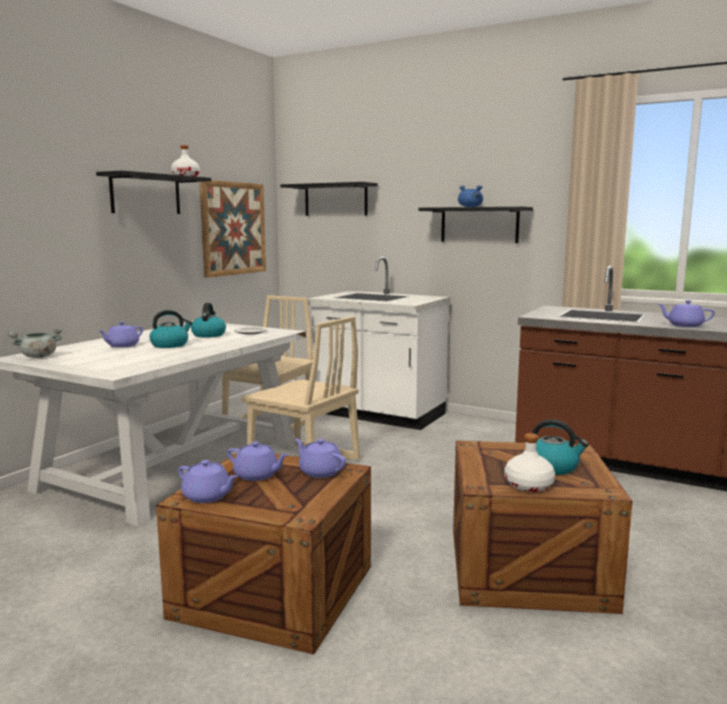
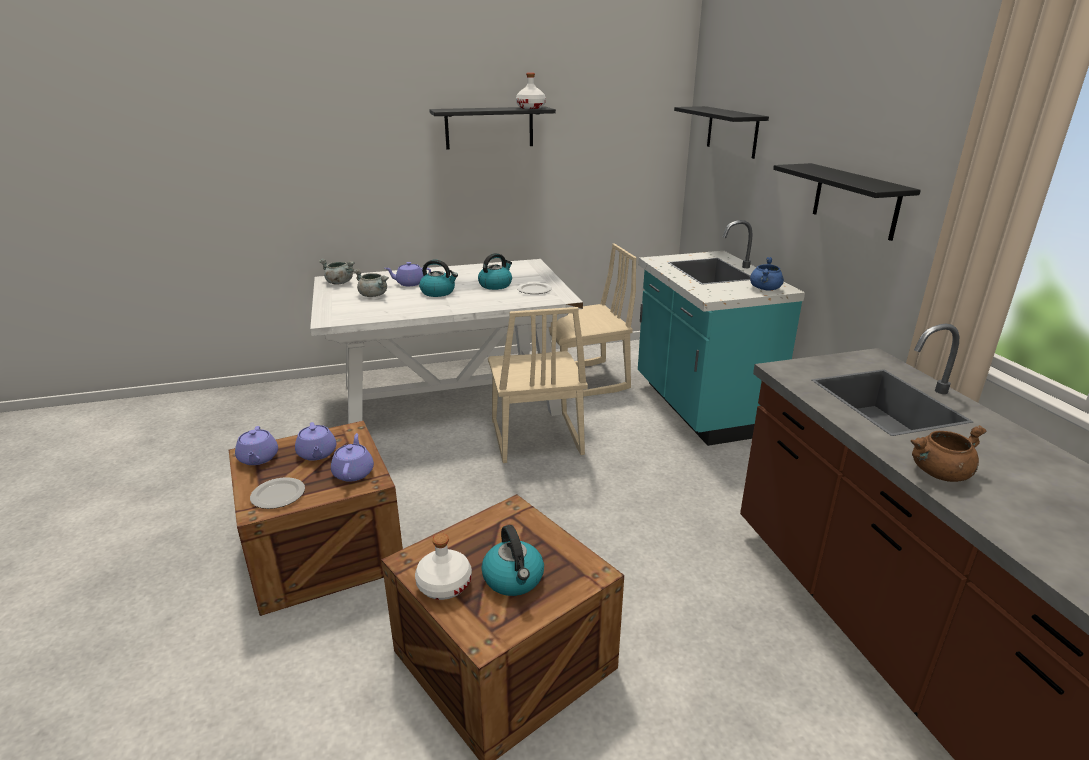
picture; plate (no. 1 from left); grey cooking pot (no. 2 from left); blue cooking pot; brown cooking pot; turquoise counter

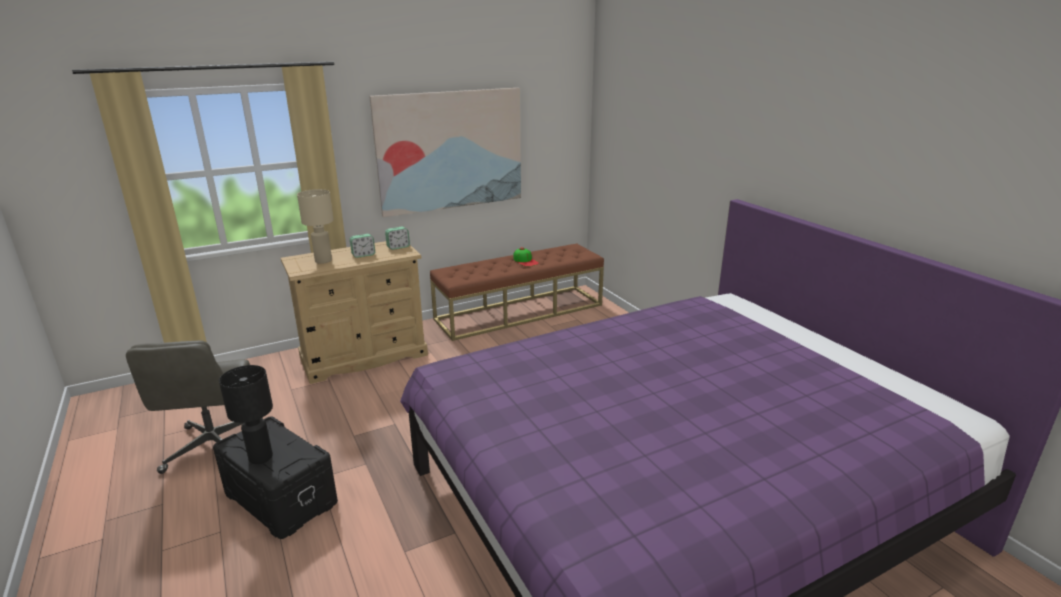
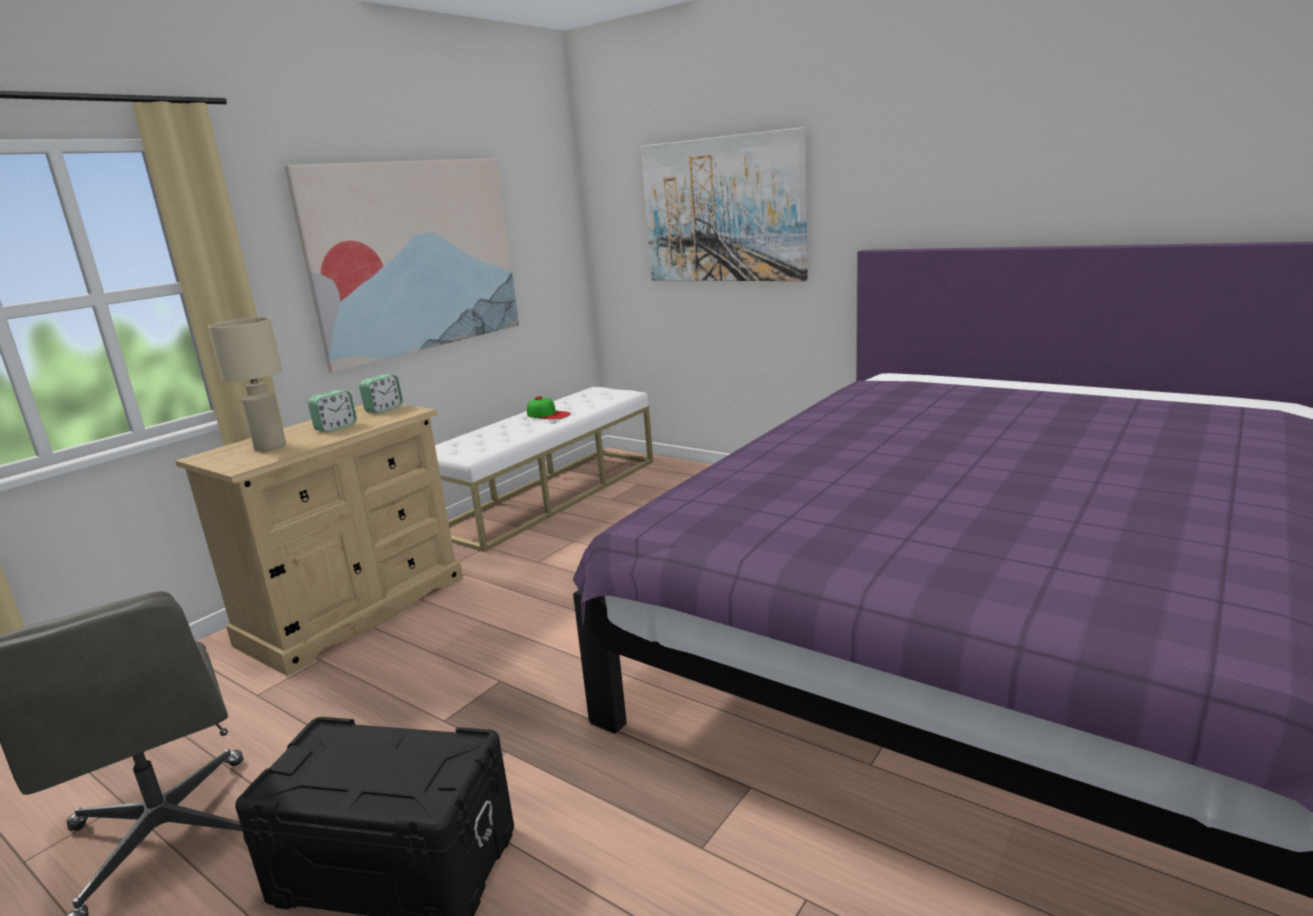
black table lamp; picture (no. 2 from left); white bench

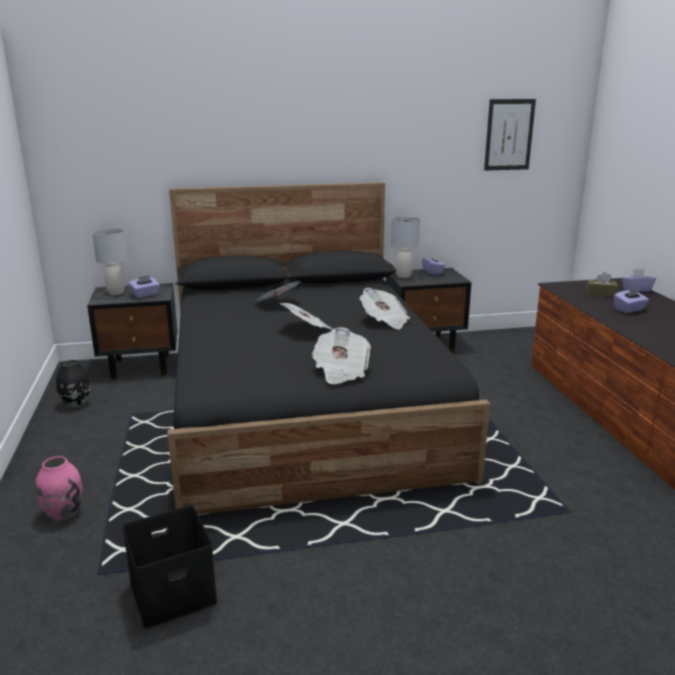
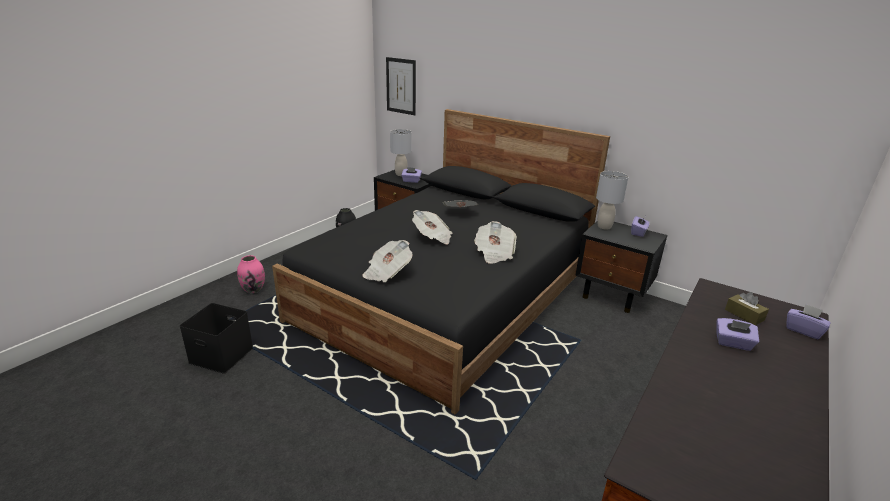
picture

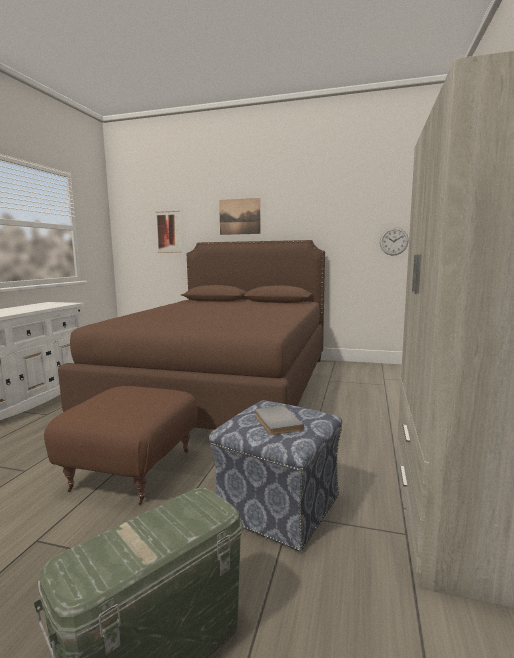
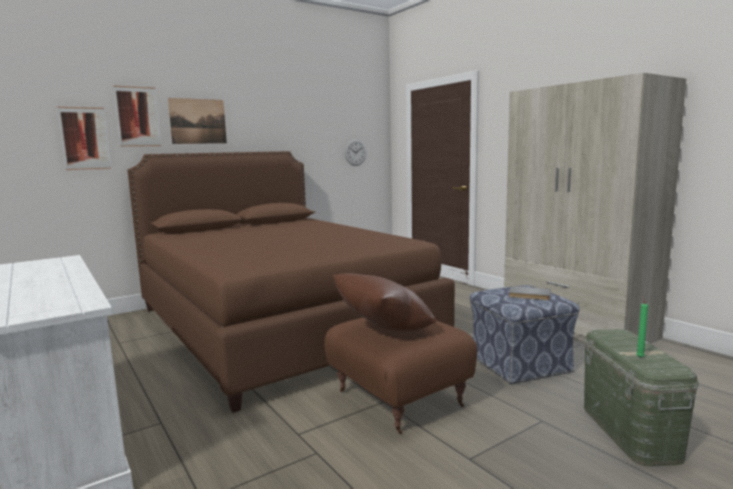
picture (no. 2 from left); brown pillow; green candle

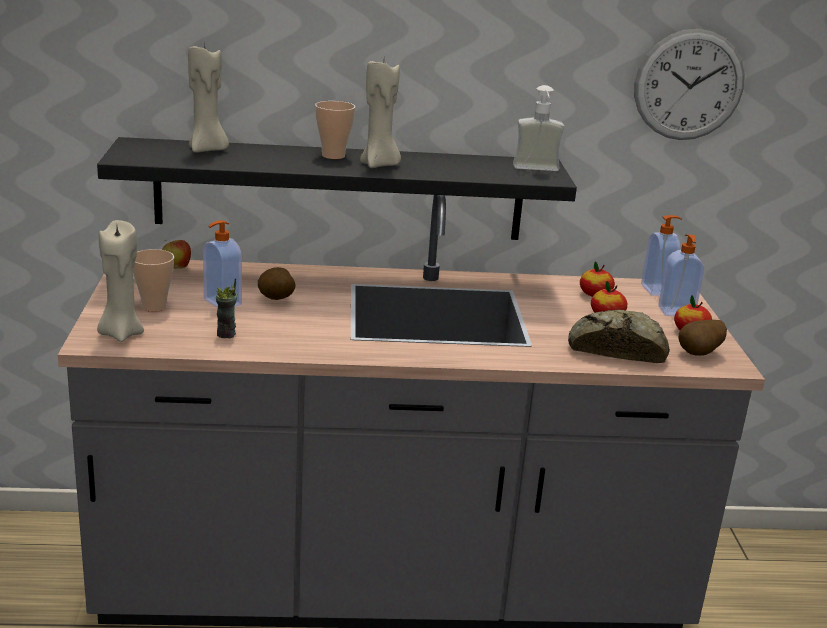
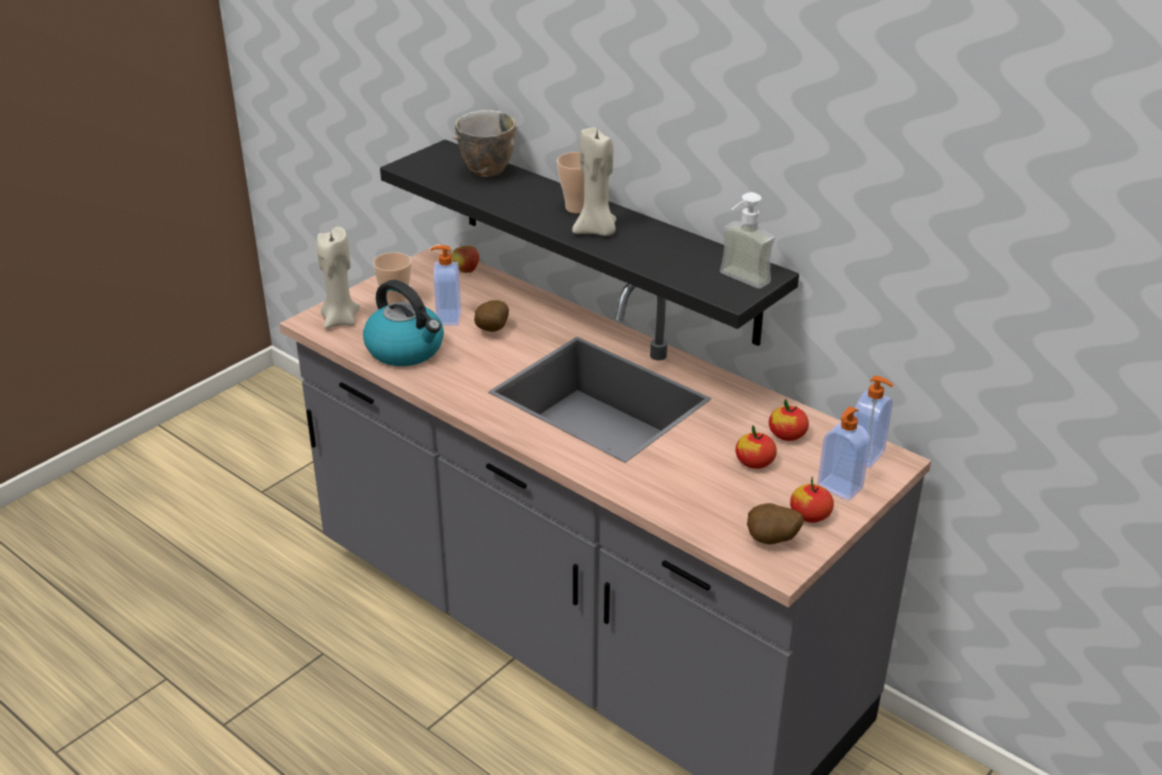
bread; wall clock; bowl; kettle

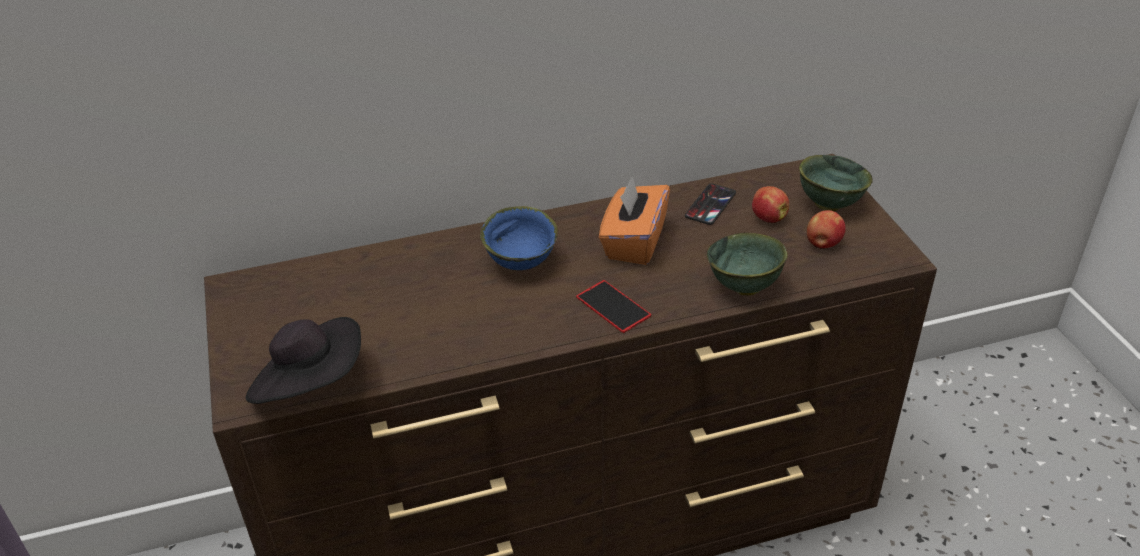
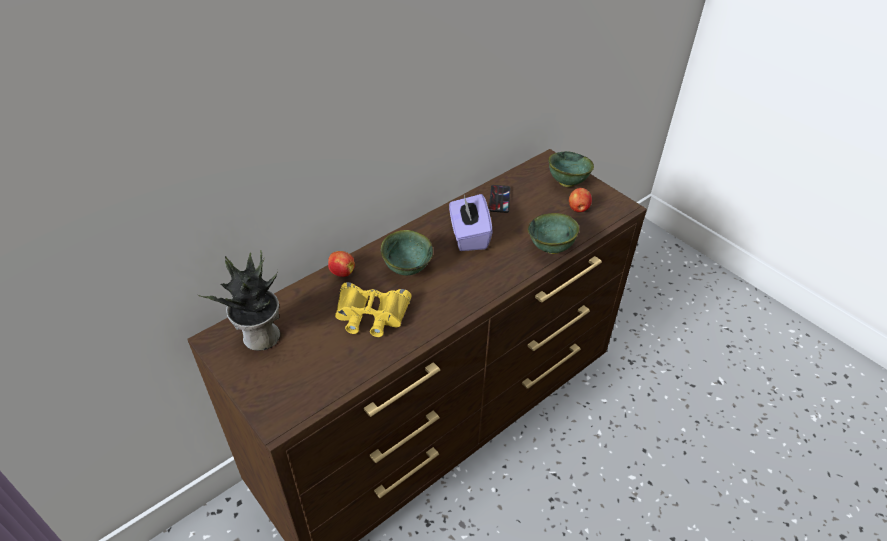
black hat; phone (no. 1 from left in the first image); potted plant; yellow binoculars; apple (no. 1 from left); green bowl (no. 1 from left); purple tissue box

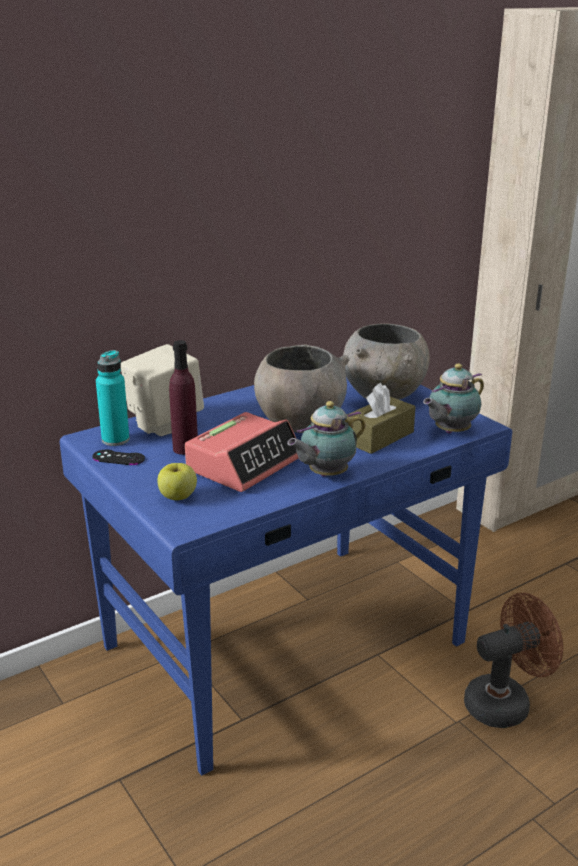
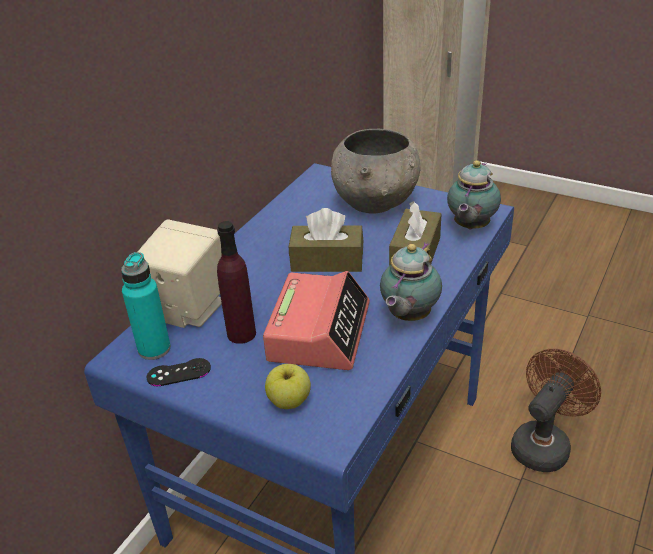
brown tissue box (no. 1 from left)

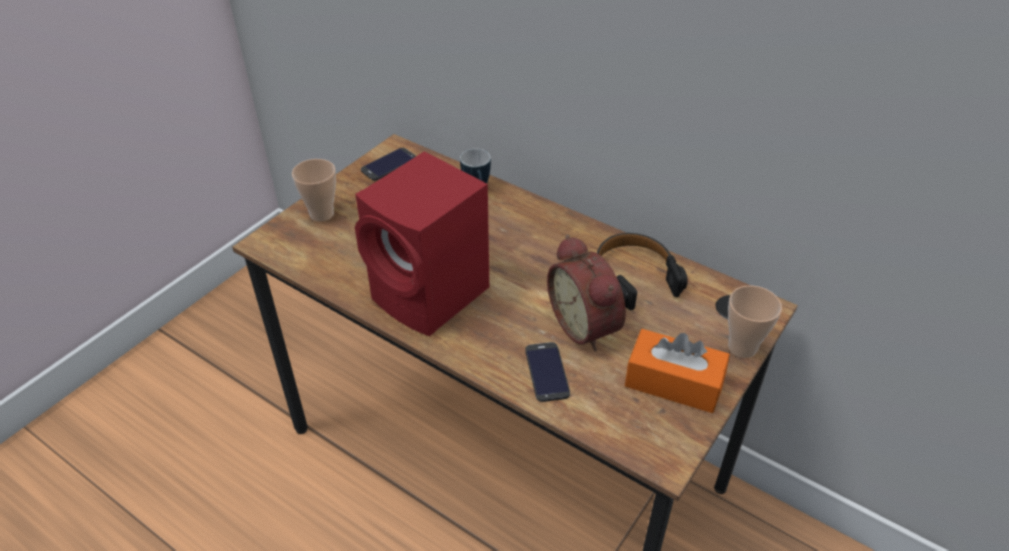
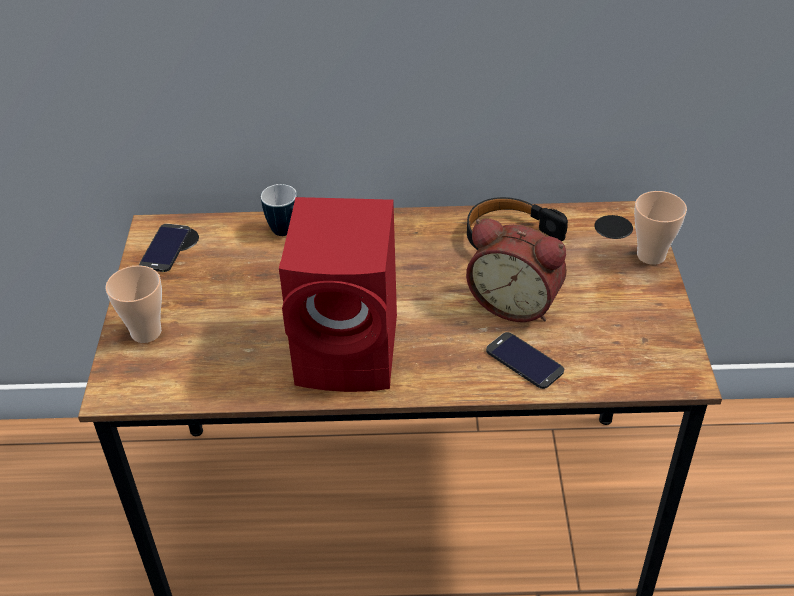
orange tissue box

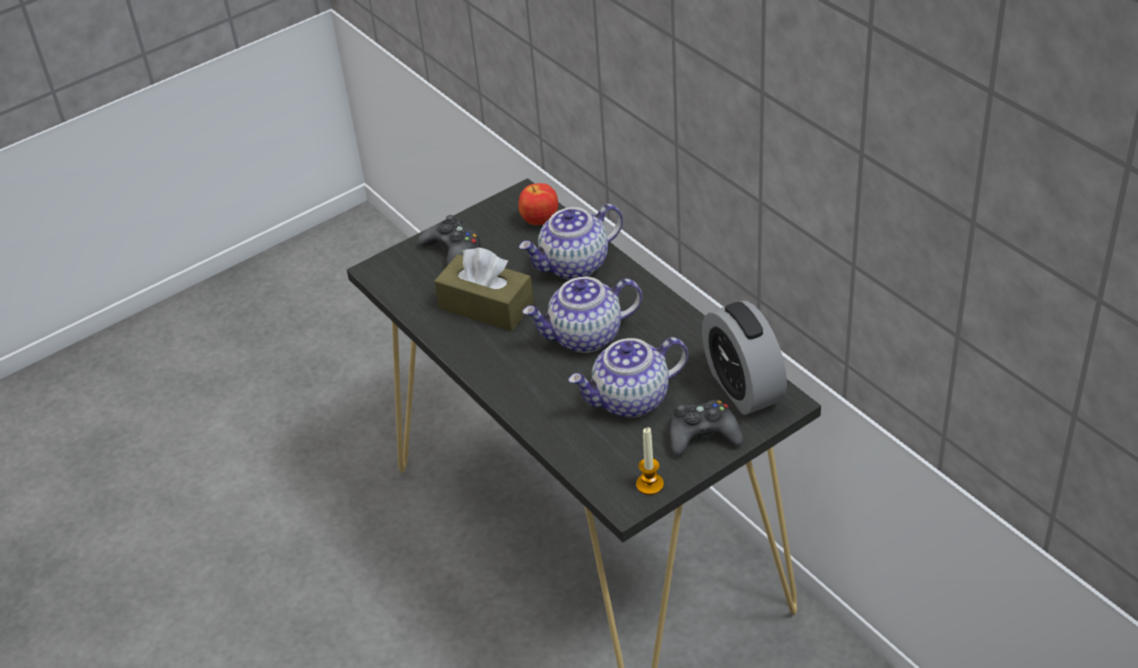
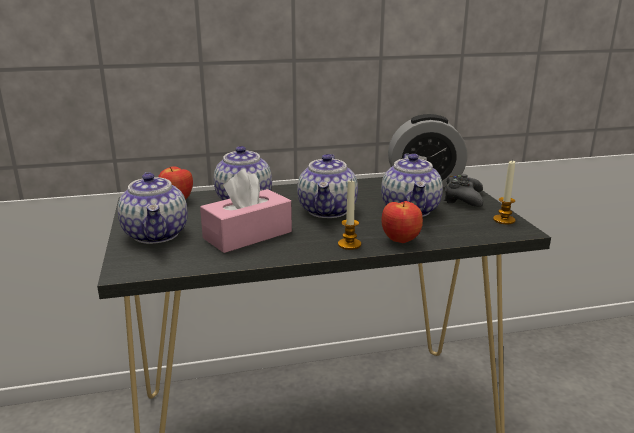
candle (no. 1 from left); apple (no. 2 from left); teapot (no. 1 from left); pink tissue box

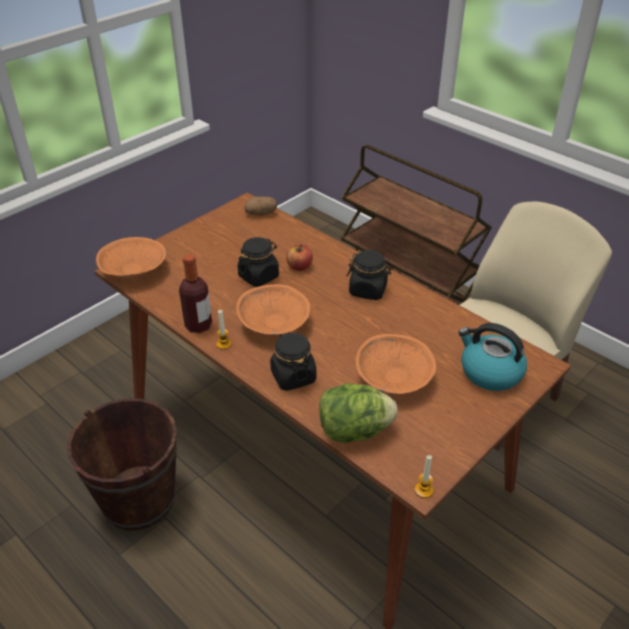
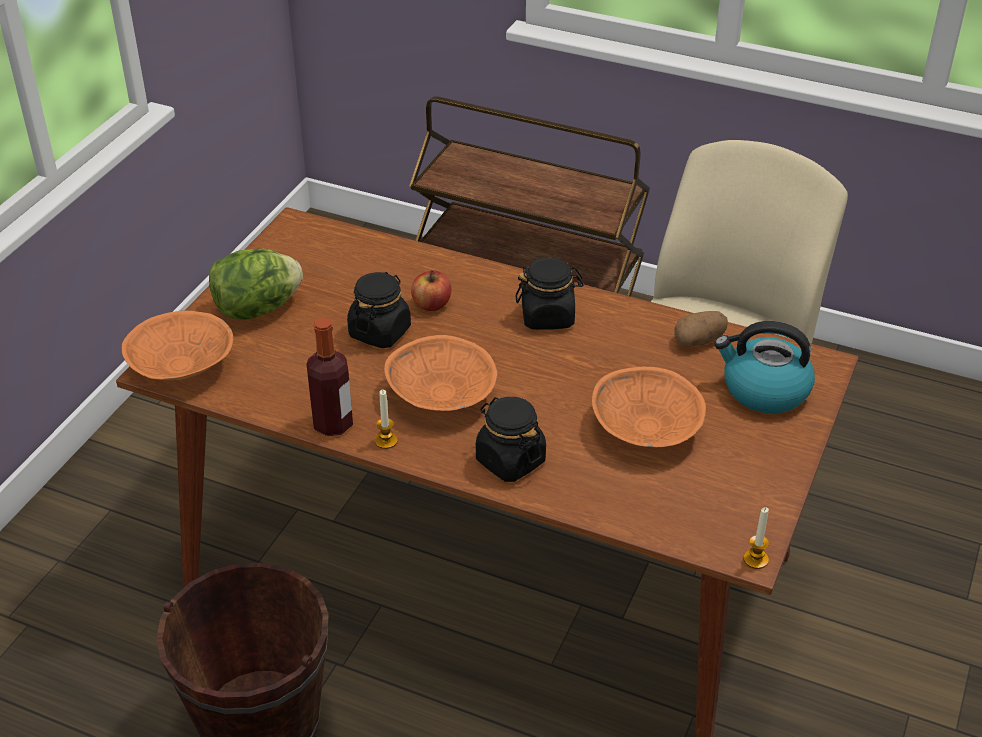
potato; lettuce

